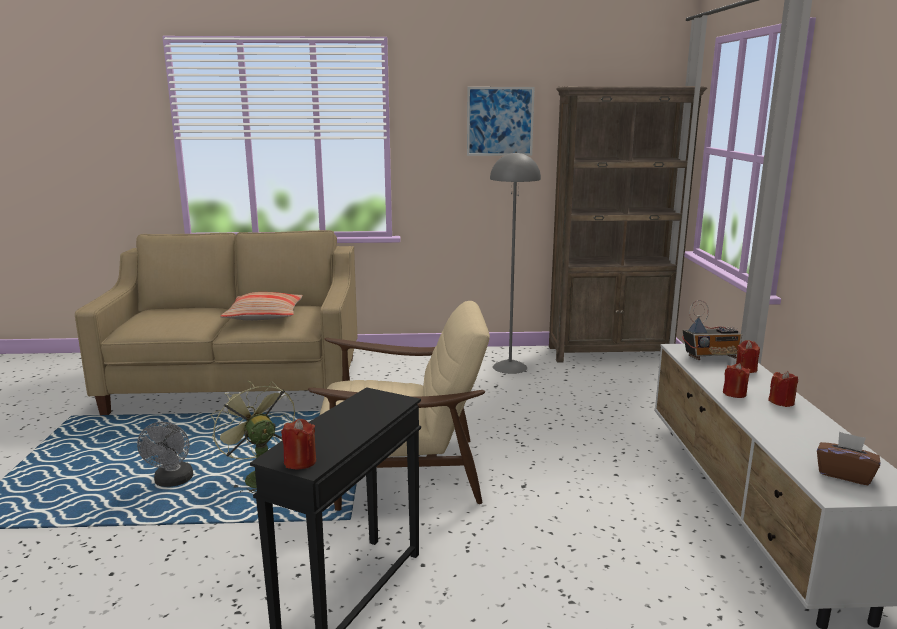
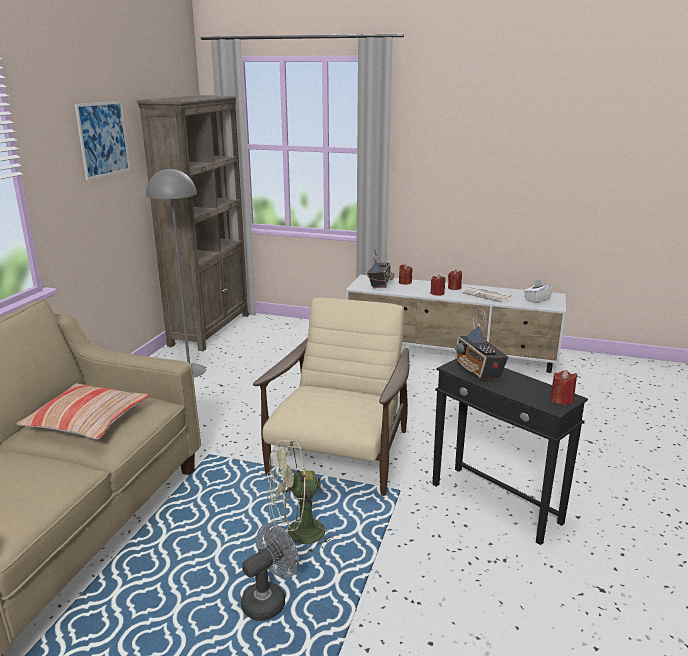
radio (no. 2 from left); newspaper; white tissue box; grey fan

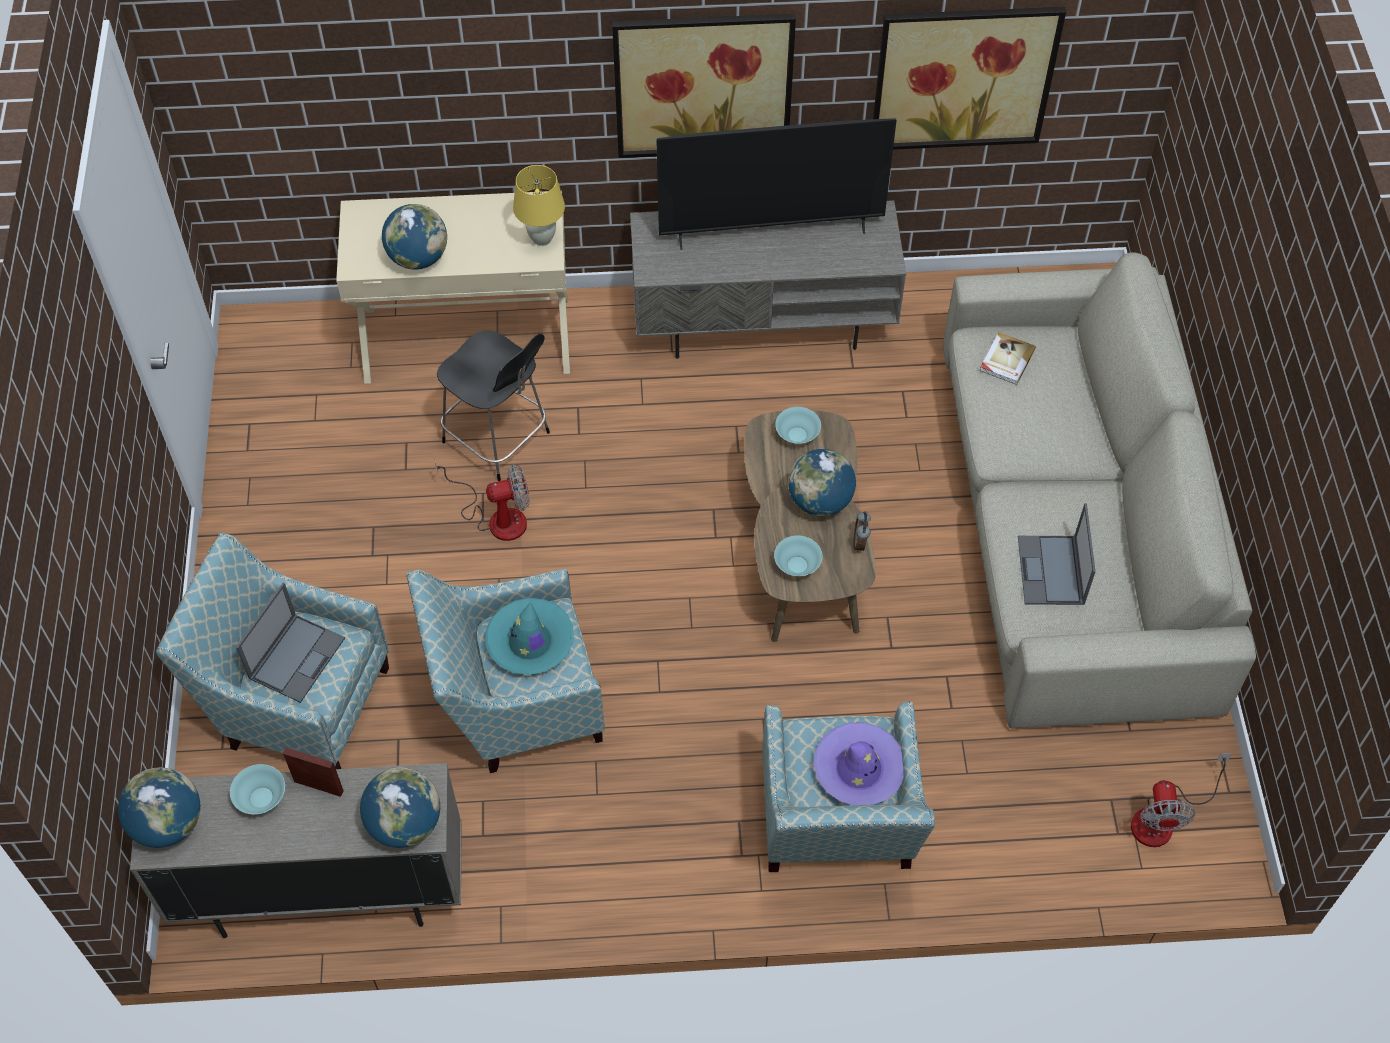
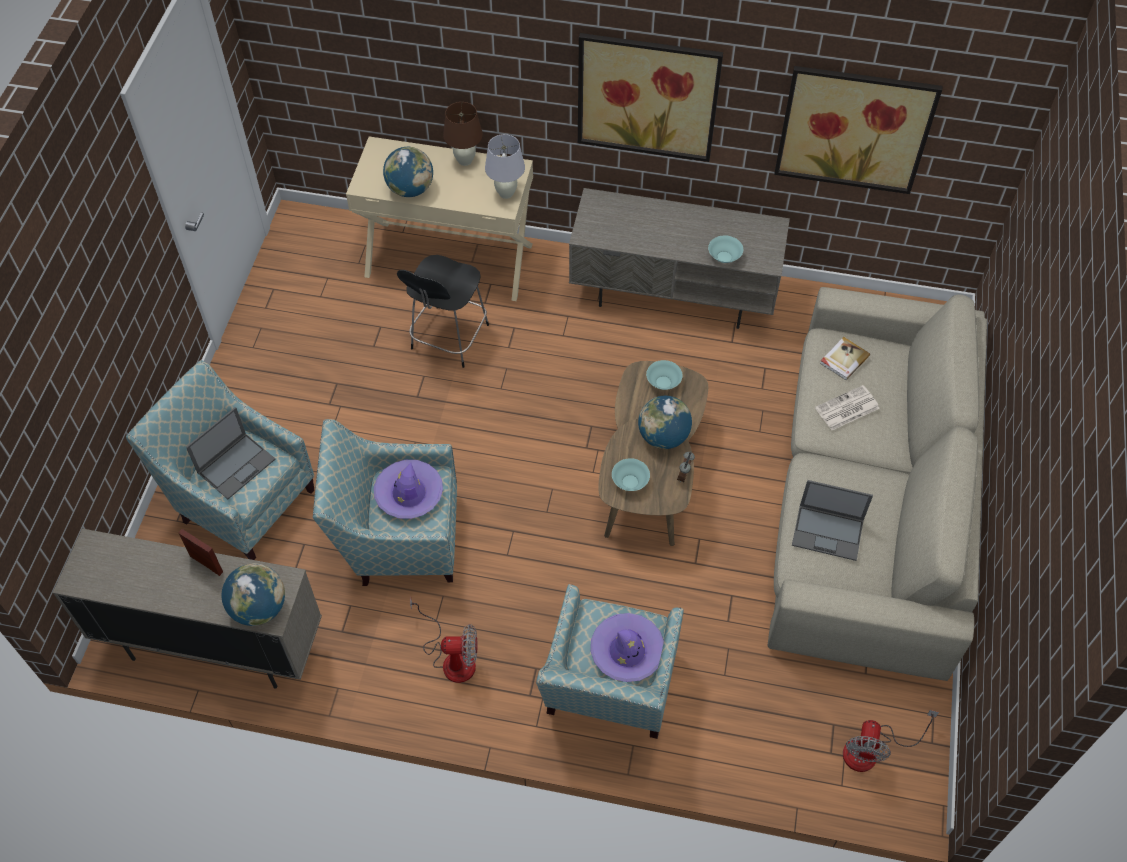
globe (no. 1 from left in the first image); television; brown table lamp; newspaper; turquoise bowl (no. 3 from left); fan (no. 1 from left); purple hat (no. 1 from left); white table lamp; black chair; laptop (no. 2 from left)

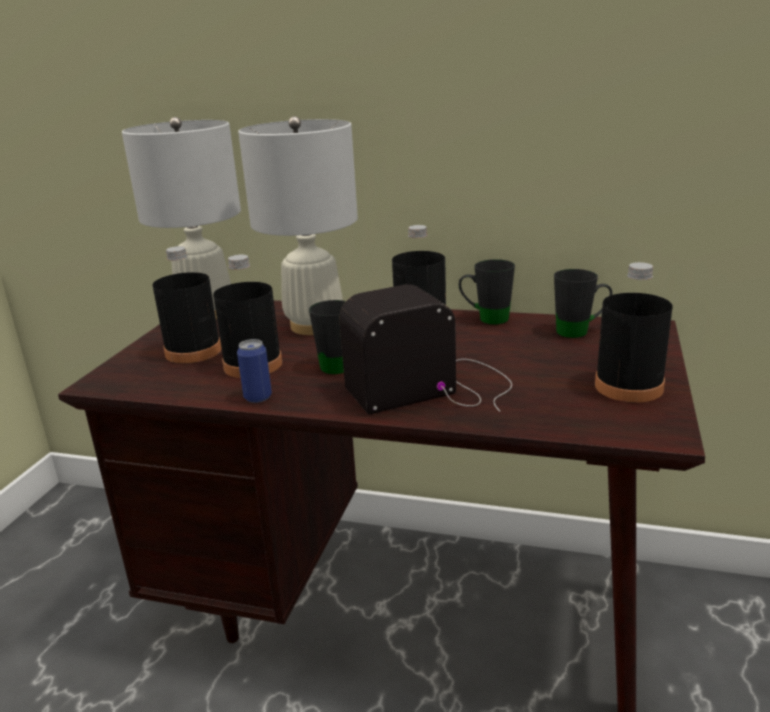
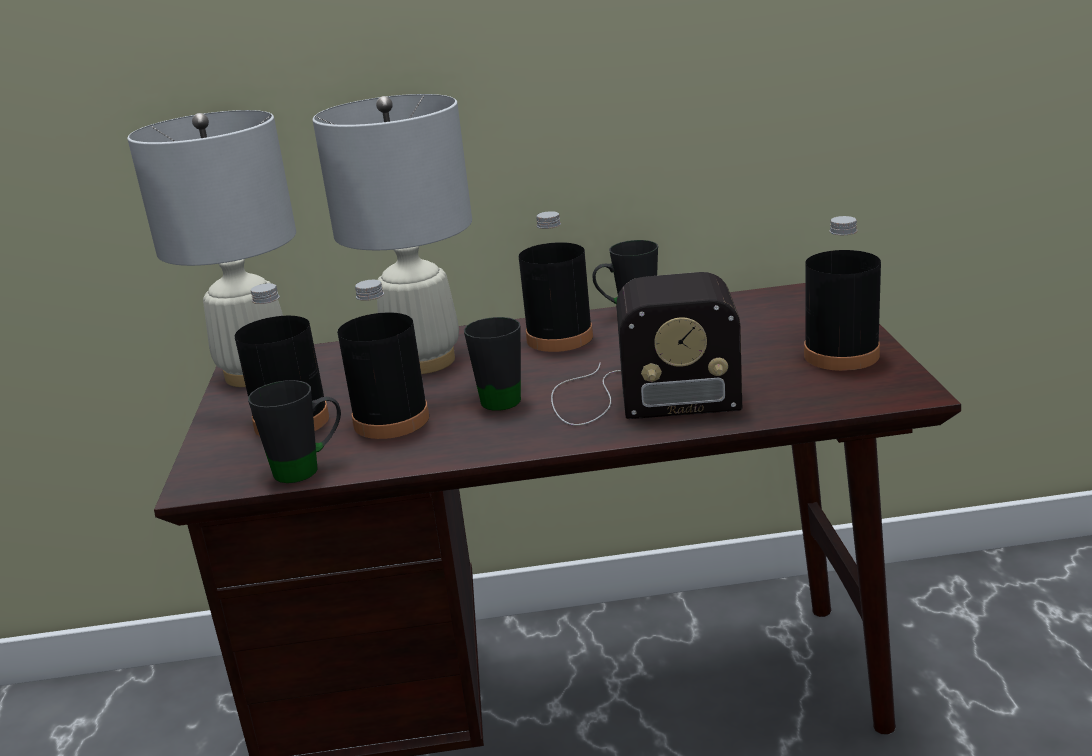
can; black mug (no. 1 from left); radio

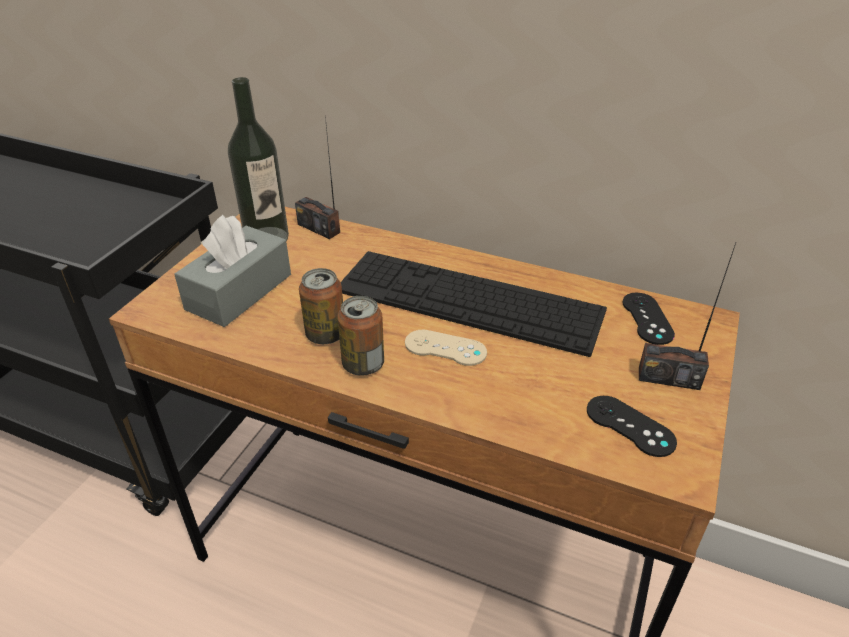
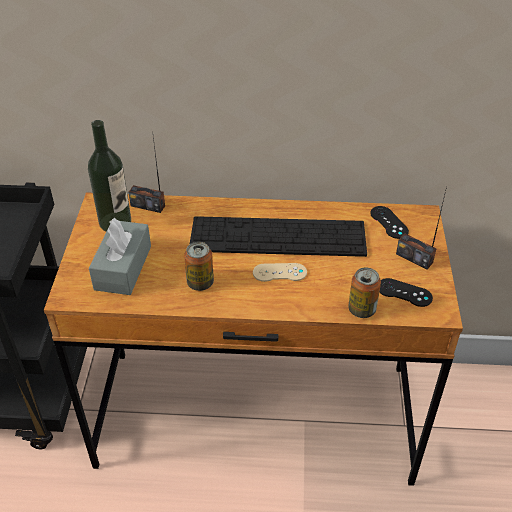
can (no. 2 from left); radio (no. 2 from left)

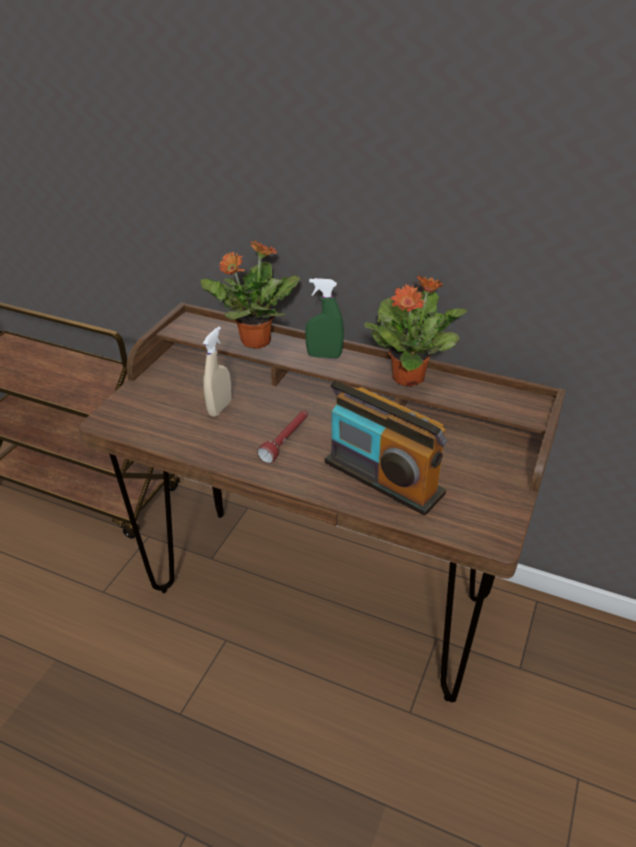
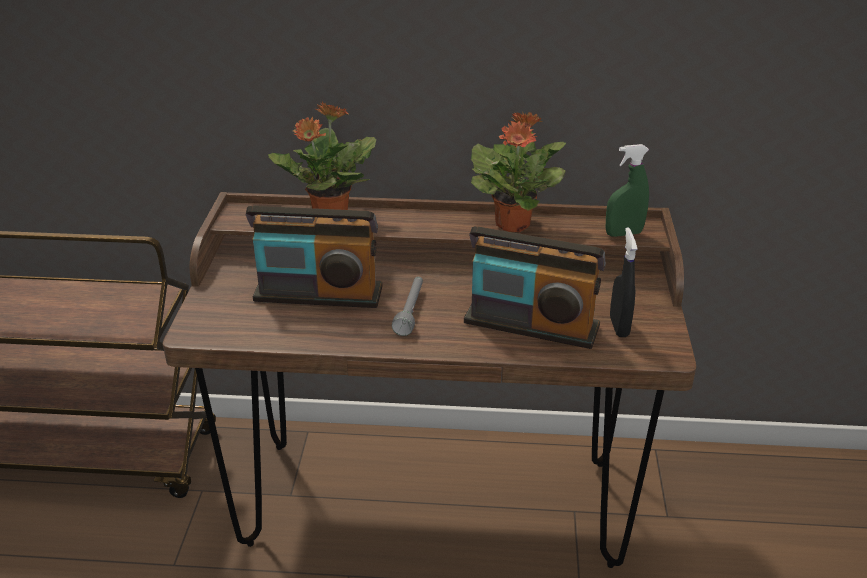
black spray bottle; green spray bottle; radio (no. 1 from left); grey flashlight

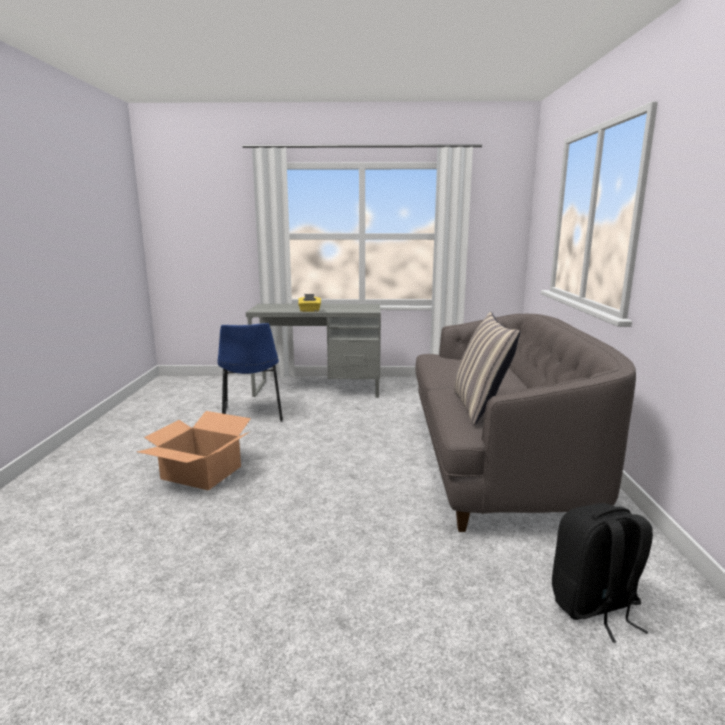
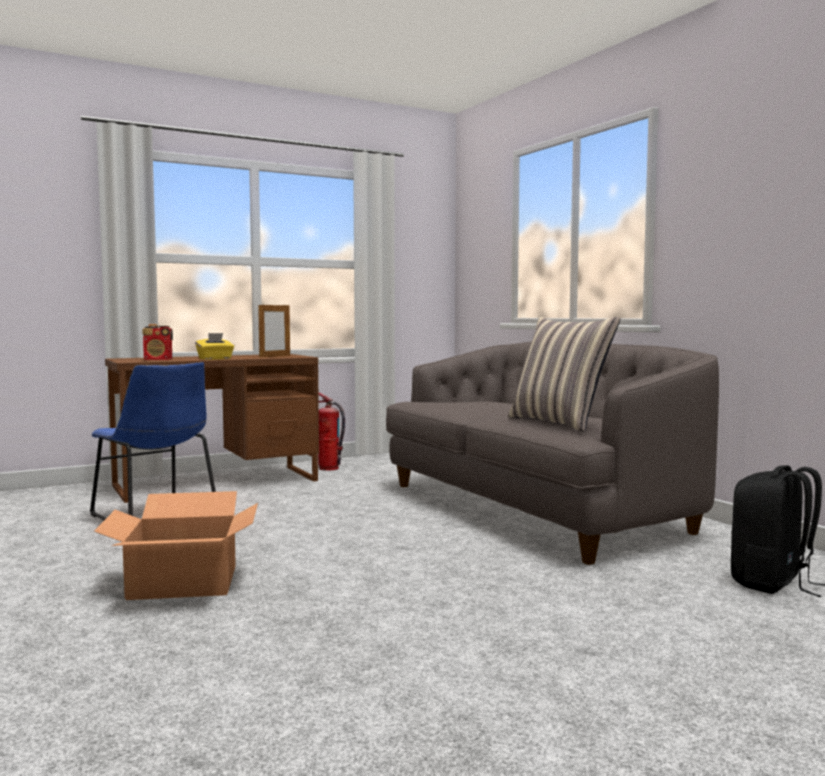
radio; picture frame; fire extinguisher; brown desk

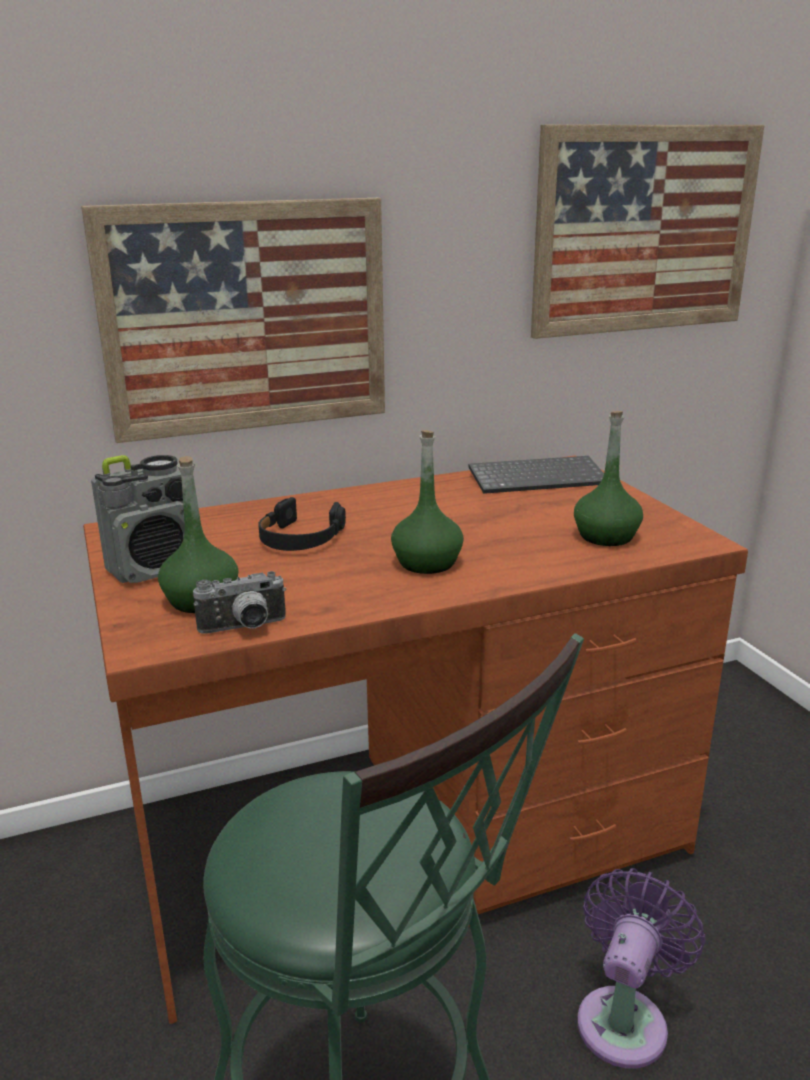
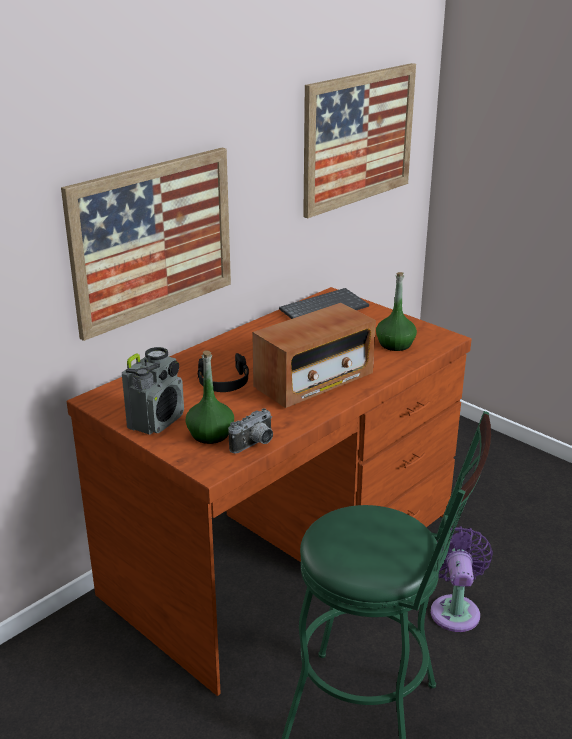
radio (no. 2 from left)

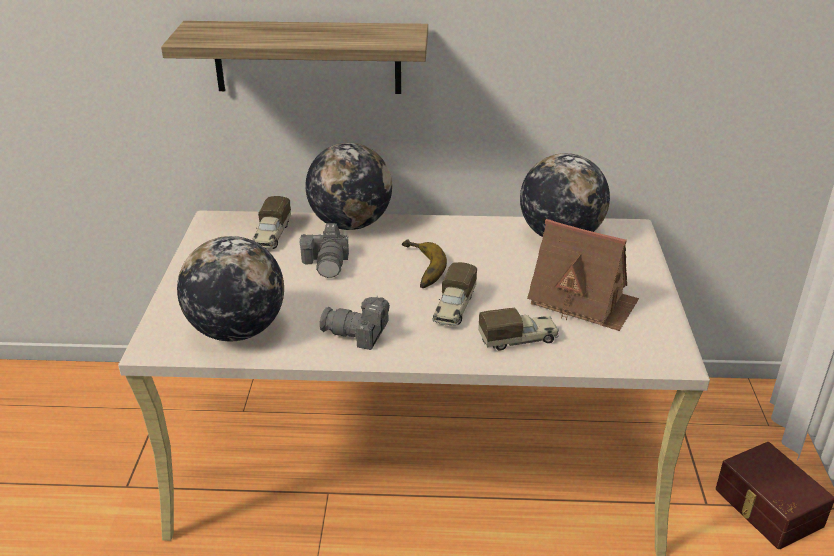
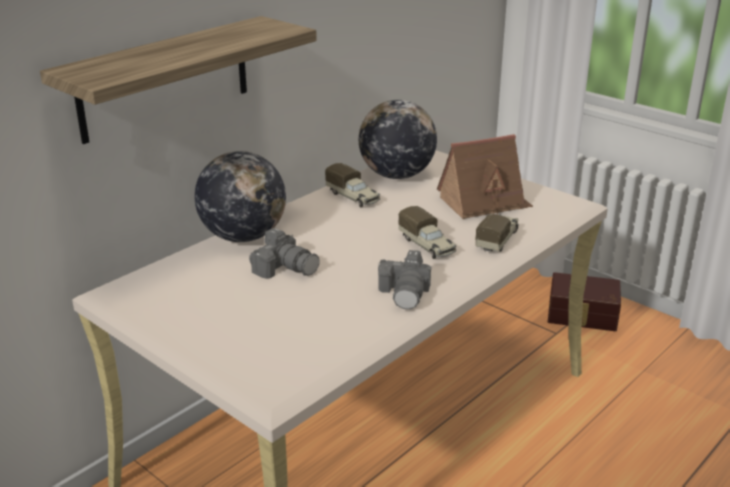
globe (no. 1 from left in the first image); banana; toy truck (no. 1 from left); photo camera (no. 2 from left)

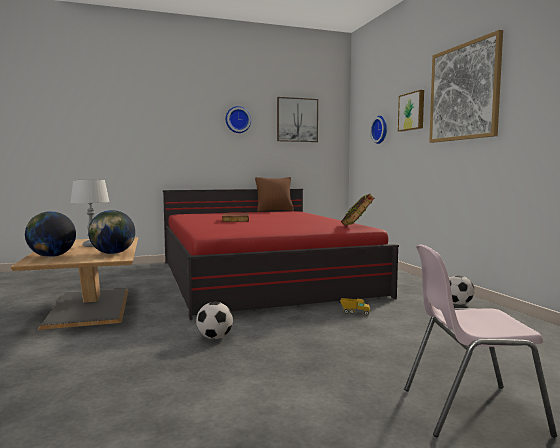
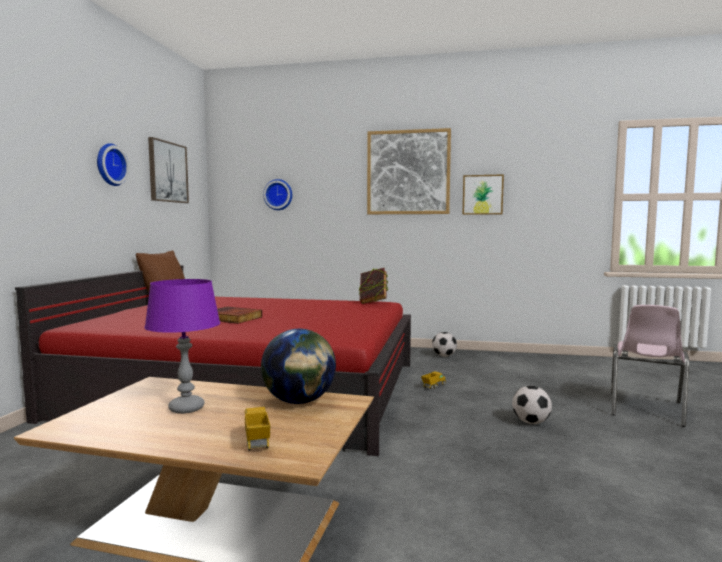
football (no. 2 from left); picture (no. 3 from left); toy truck (no. 1 from left); purple table lamp

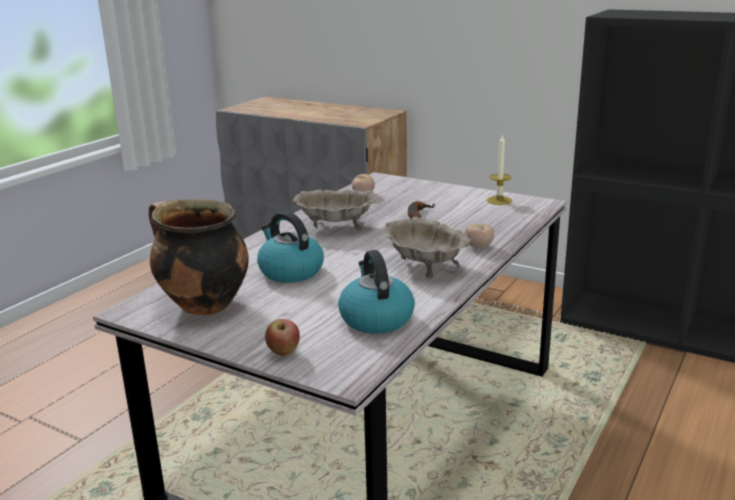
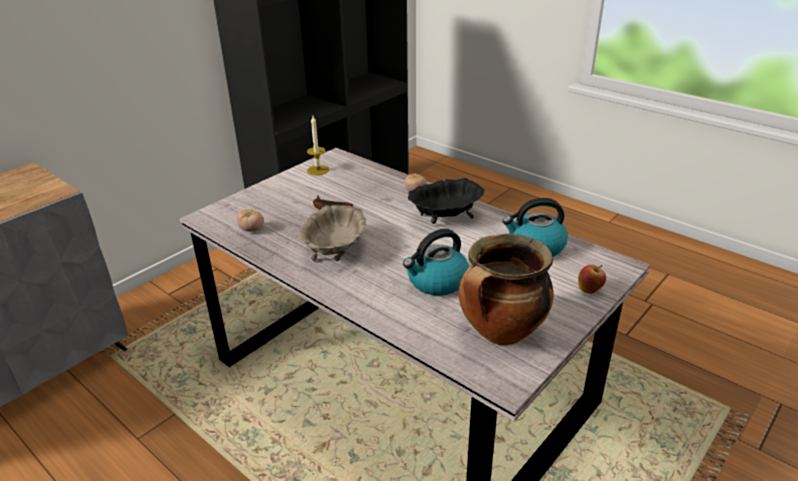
black bowl

